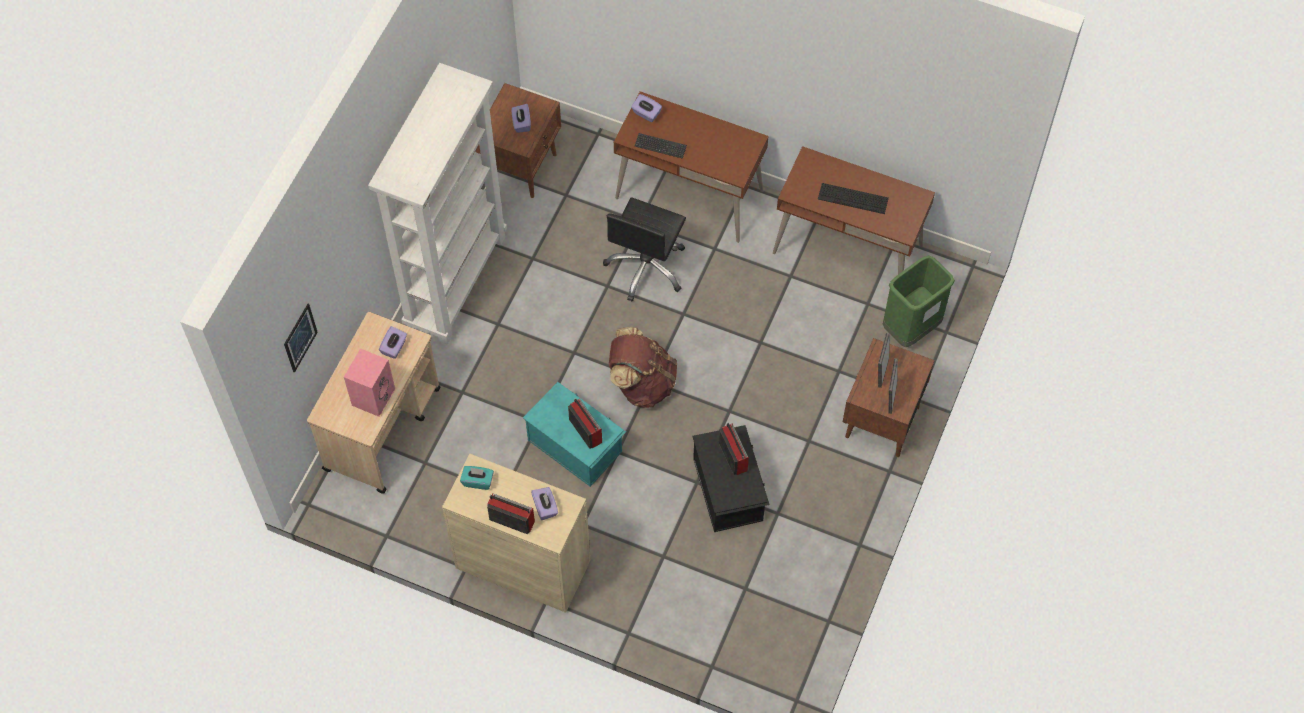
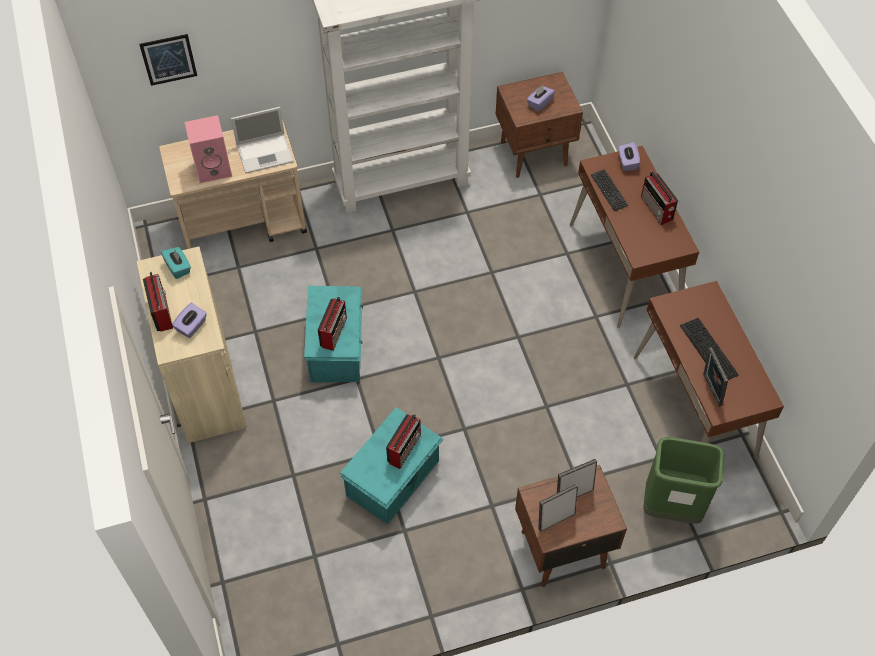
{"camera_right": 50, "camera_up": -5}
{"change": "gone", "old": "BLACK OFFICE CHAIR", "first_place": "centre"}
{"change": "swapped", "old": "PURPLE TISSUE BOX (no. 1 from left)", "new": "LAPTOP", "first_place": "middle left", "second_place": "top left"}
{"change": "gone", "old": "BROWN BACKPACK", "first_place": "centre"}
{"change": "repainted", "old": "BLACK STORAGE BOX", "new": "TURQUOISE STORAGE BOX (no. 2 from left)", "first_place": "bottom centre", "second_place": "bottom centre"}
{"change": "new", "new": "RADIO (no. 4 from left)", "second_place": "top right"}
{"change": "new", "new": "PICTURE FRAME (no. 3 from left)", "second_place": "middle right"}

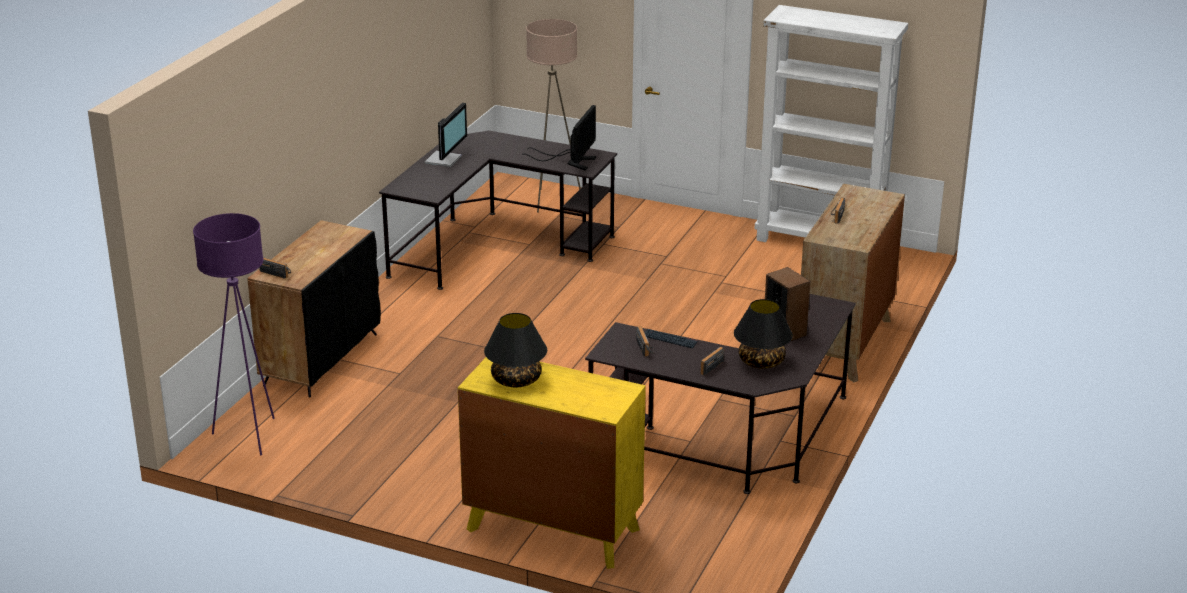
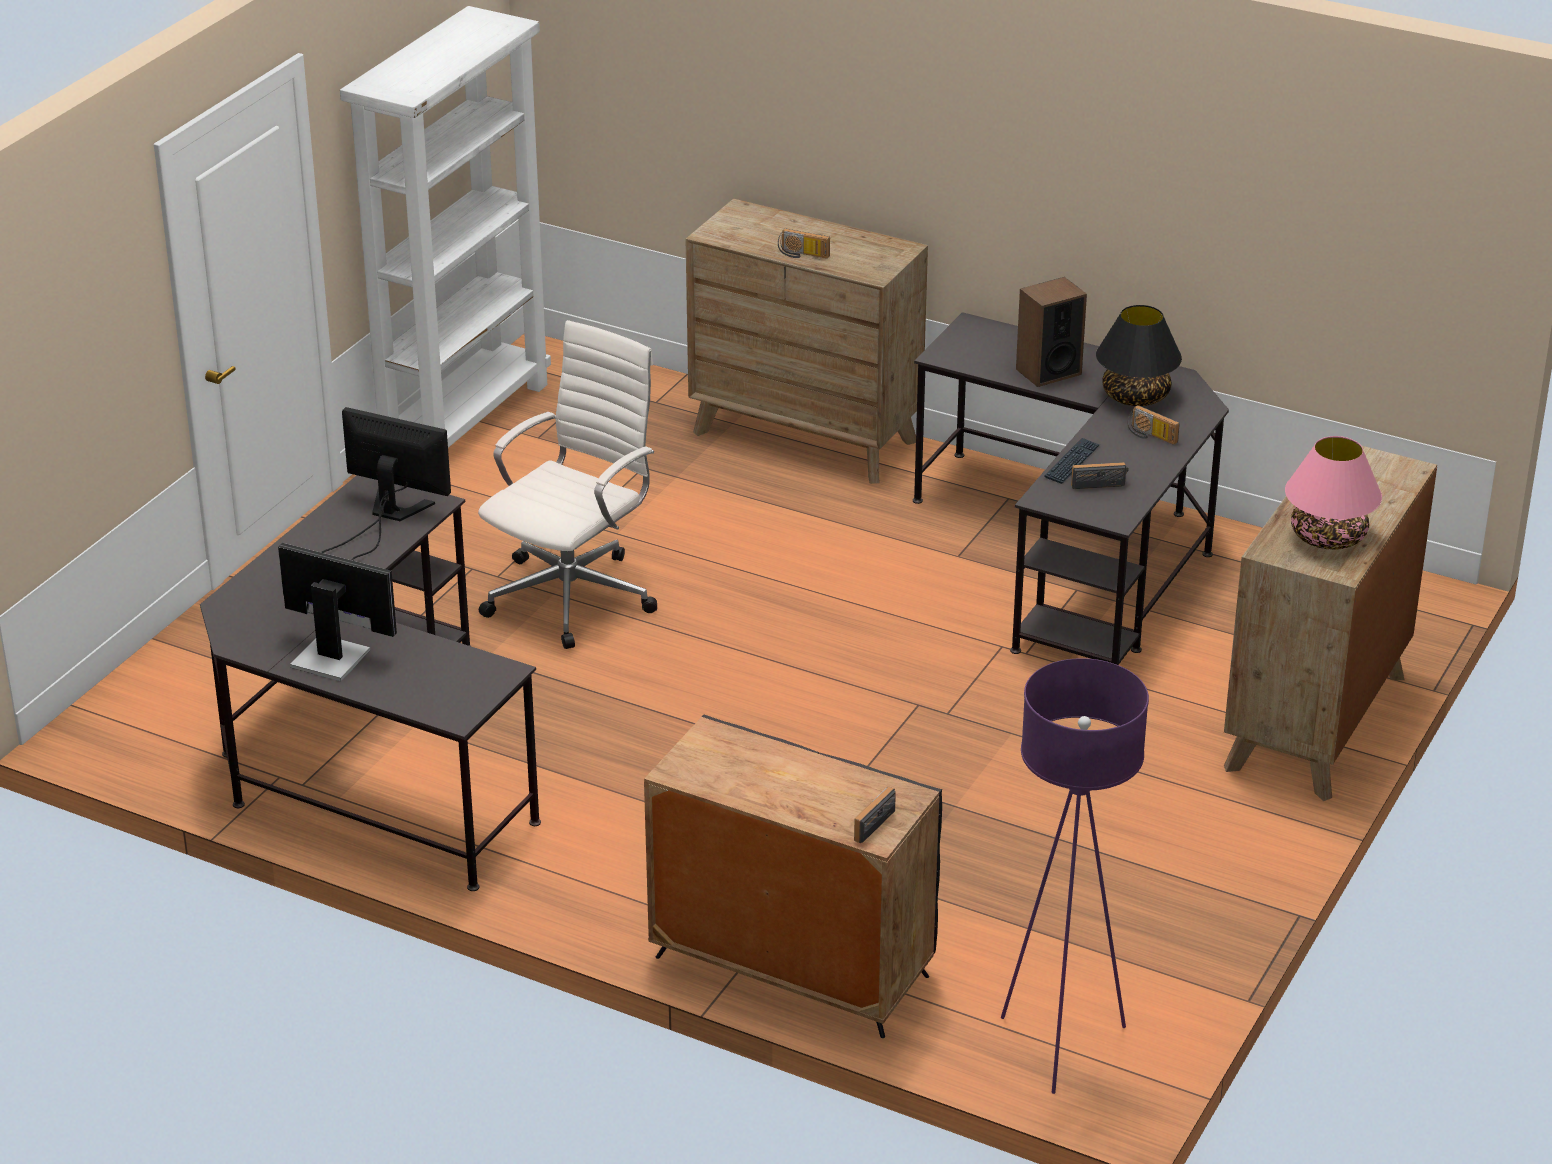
{"camera_right": -85, "camera_up": 5}
{"change": "gone", "old": "BEIGE FLOOR LAMP", "first_place": "top centre"}
{"change": "repainted", "old": "BLACK TABLE LAMP (no. 1 from left)", "new": "PINK TABLE LAMP", "first_place": "centre", "second_place": "middle right"}
{"change": "repainted", "old": "YELLOW DRESSER", "new": "BROWN DRESSER (no. 2 from left)", "first_place": "bottom centre", "second_place": "middle right"}
{"change": "new", "new": "WHITE OFFICE CHAIR", "second_place": "centre"}

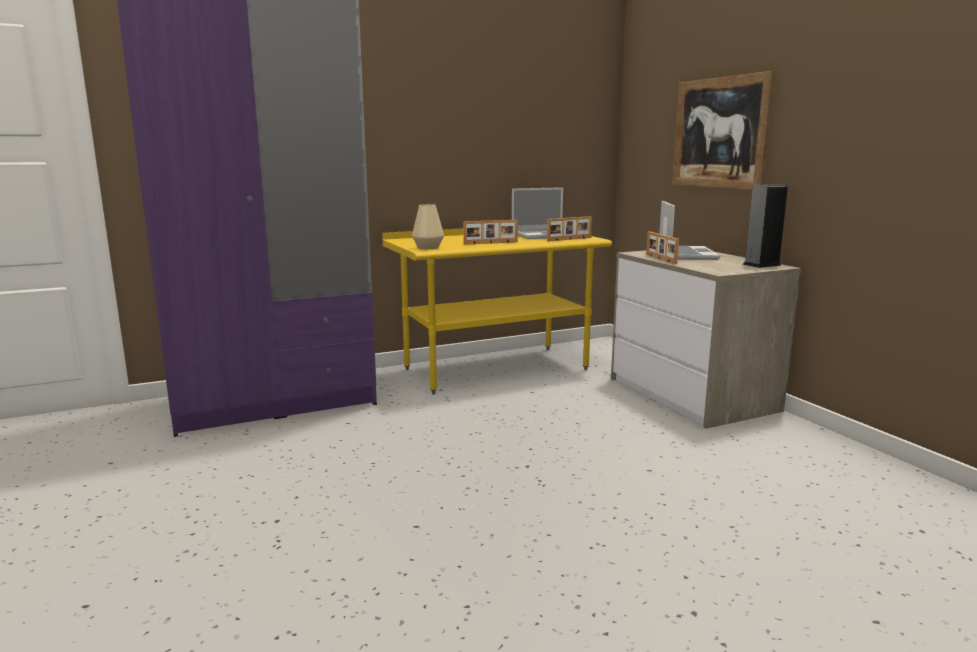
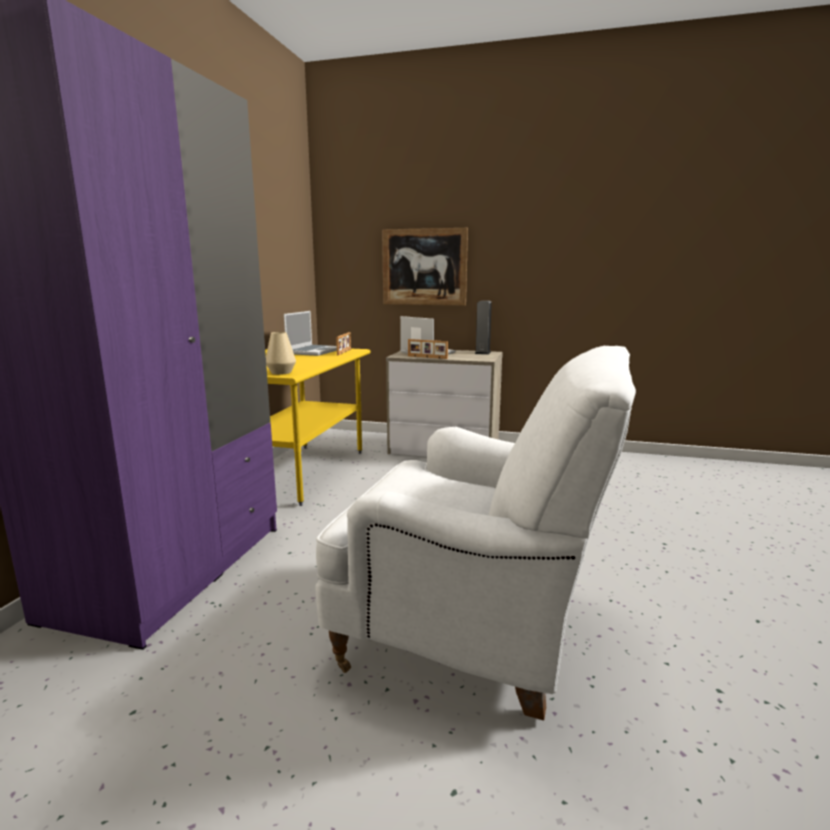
{"camera_right": -50, "camera_up": 0}
{"change": "gone", "old": "PICTURE FRAME (no. 1 from left)", "first_place": "centre"}
{"change": "new", "new": "WHITE ARMCHAIR", "second_place": "centre"}

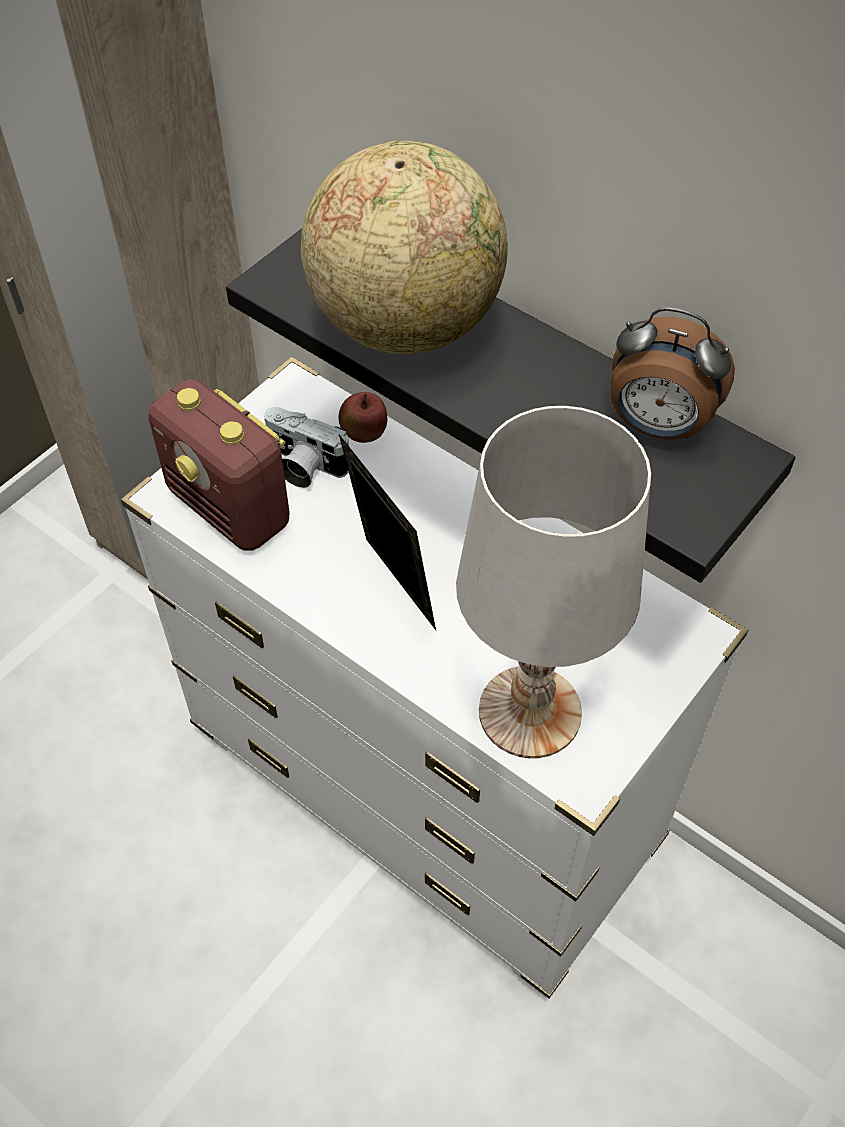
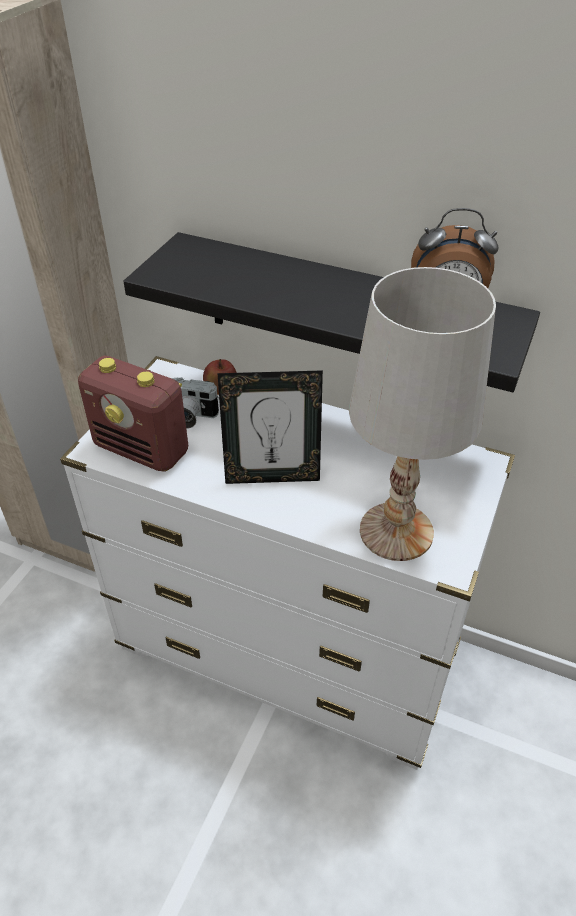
{"camera_right": -15, "camera_up": -10}
{"change": "gone", "old": "GLOBE", "first_place": "top centre"}
{"change": "rotated", "old": "PICTURE FRAME", "first_place": "centre", "second_place": "centre", "degrees": 135}

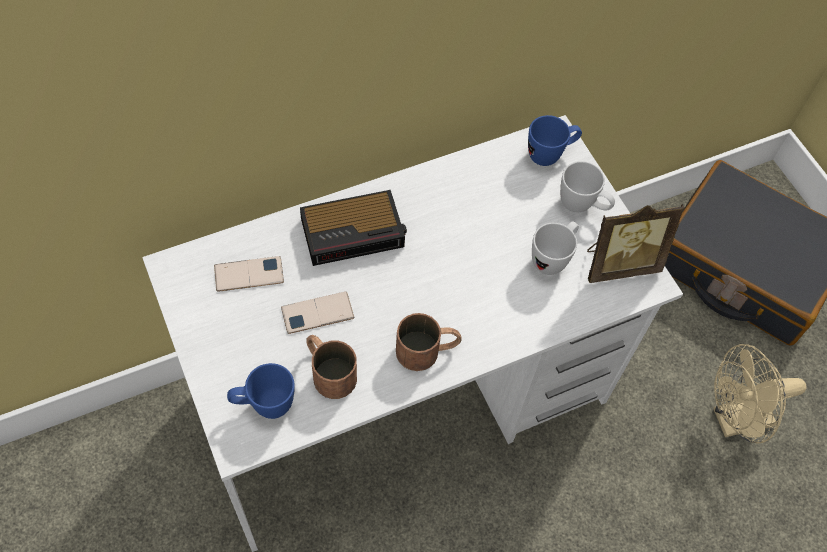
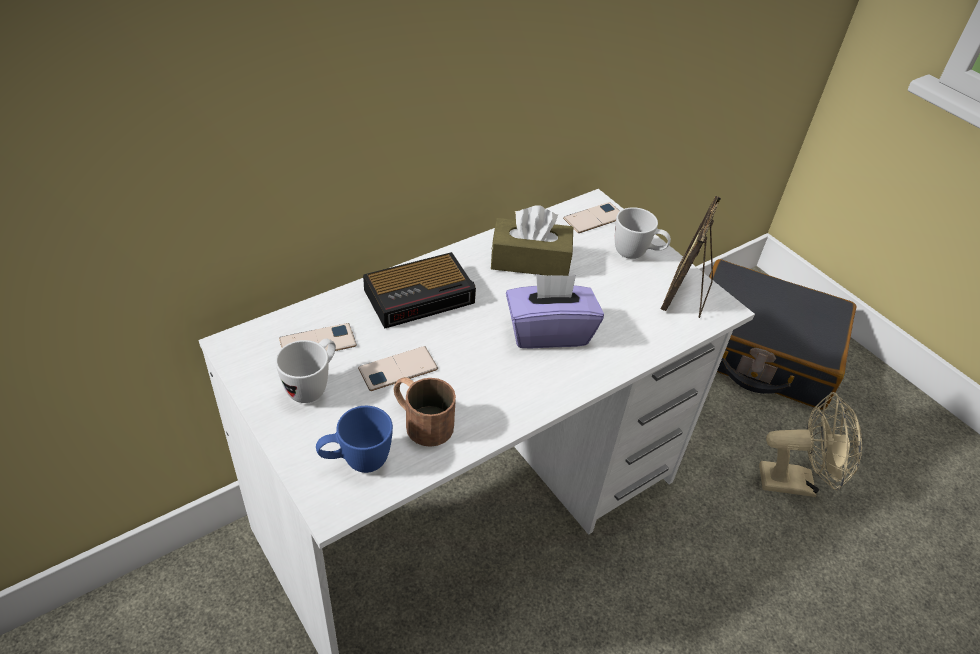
{"camera_right": -10, "camera_up": -15}
{"change": "swapped", "old": "BLUE MUG (no. 2 from left)", "new": "PHONE (no. 3 from left)", "first_place": "top right", "second_place": "top centre"}
{"change": "rotated", "old": "PICTURE FRAME", "first_place": "middle right", "second_place": "middle right", "degrees": 135}
{"change": "shifted", "old": "WHITE MUG (no. 1 from left)", "first_place": "middle right", "second_place": "middle left"}
{"change": "gone", "old": "BROWN MUG (no. 2 from left)", "first_place": "centre"}
{"change": "rotated", "old": "BEIGE FAN", "first_place": "bottom right", "second_place": "bottom right", "degrees": -150}
{"change": "new", "new": "BROWN TISSUE BOX", "second_place": "centre"}
{"change": "new", "new": "PURPLE TISSUE BOX", "second_place": "centre"}

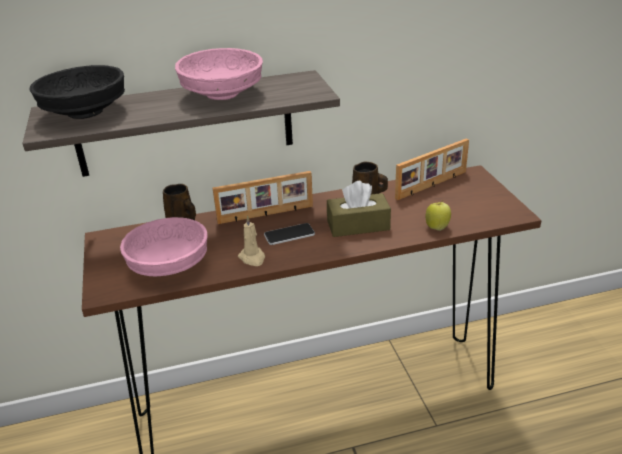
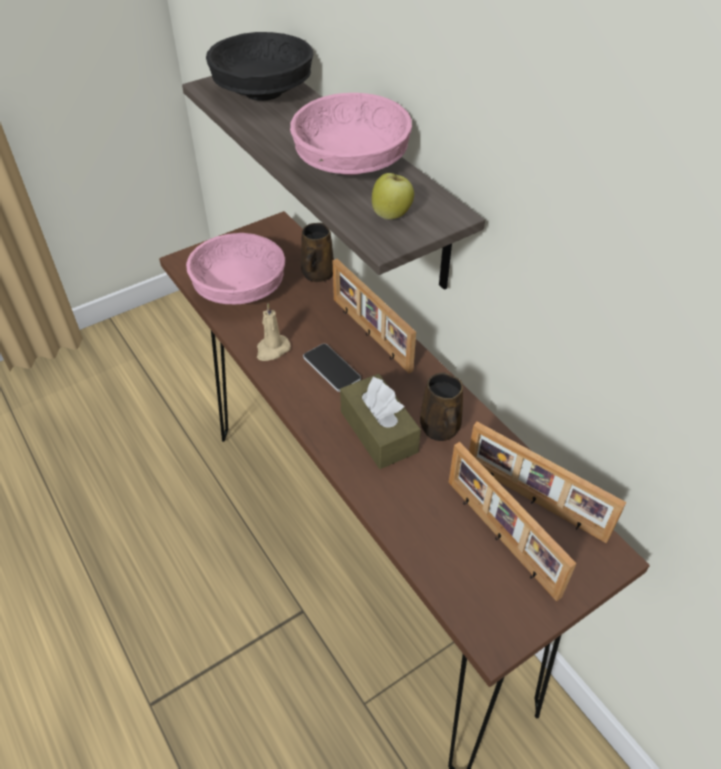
{"camera_right": 70, "camera_up": 15}
{"change": "shifted", "old": "APPLE", "first_place": "middle right", "second_place": "top centre"}
{"change": "new", "new": "PICTURE FRAME (no. 2 from left)", "second_place": "bottom right"}

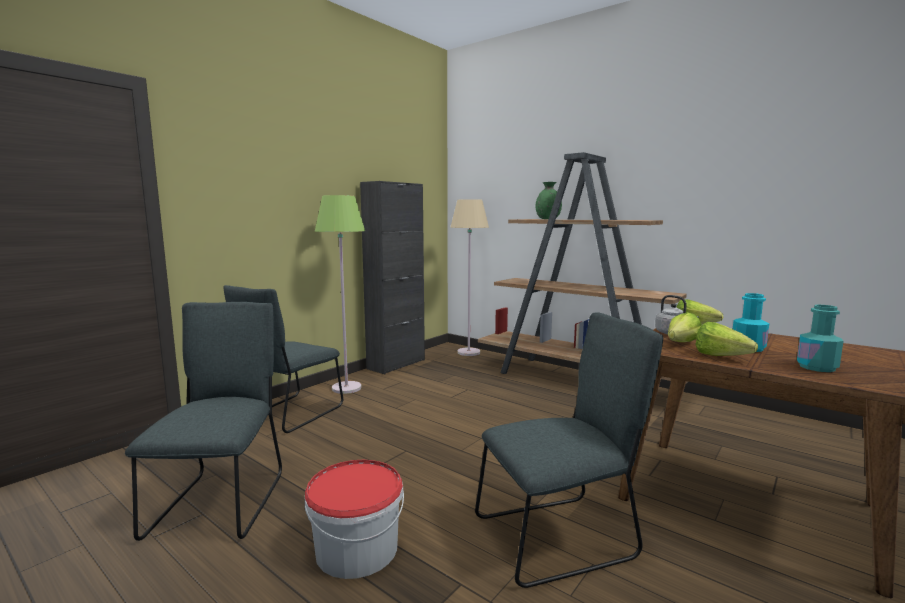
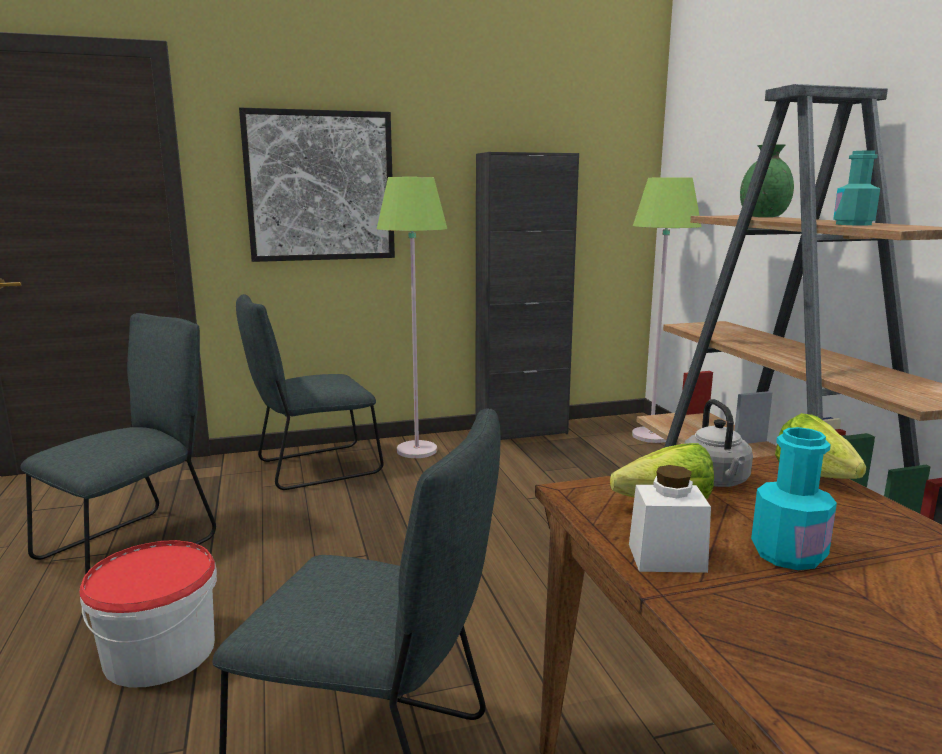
{"camera_right": 35, "camera_up": 5}
{"change": "repainted", "old": "BEIGE FLOOR LAMP", "new": "GREEN FLOOR LAMP (no. 2 from left)", "first_place": "centre", "second_place": "middle right"}
{"change": "shifted", "old": "TURQUOISE BOTTLE (no. 2 from left)", "first_place": "middle right", "second_place": "top right"}
{"change": "swapped", "old": "LETTUCE (no. 3 from left)", "new": "WHITE JAR", "first_place": "middle right", "second_place": "bottom right"}
{"change": "new", "new": "PICTURE", "second_place": "top centre"}

